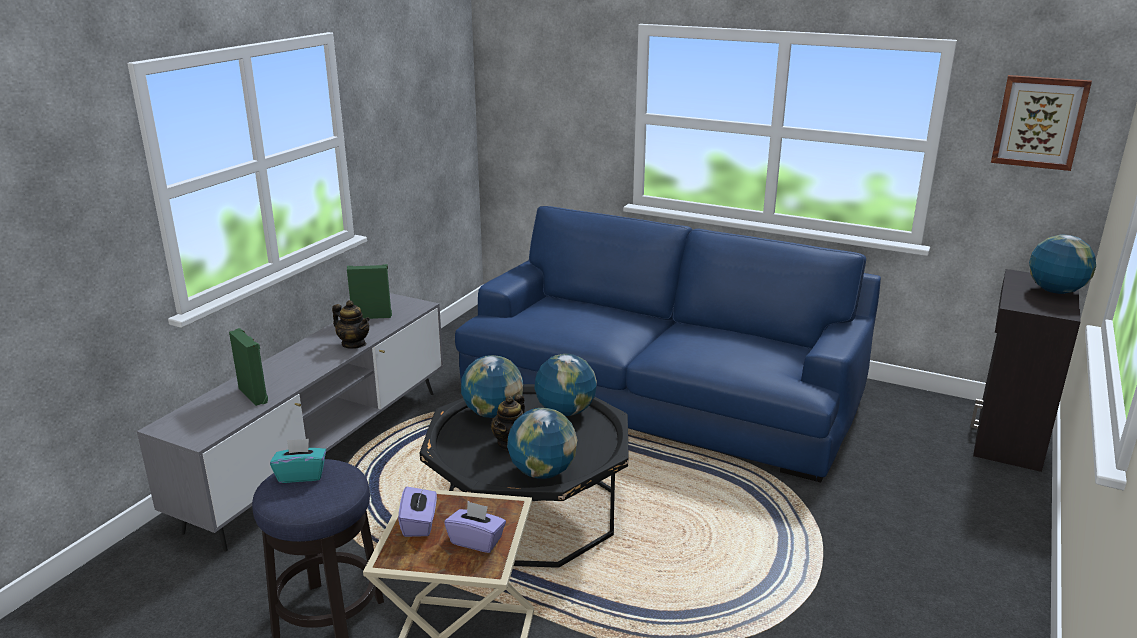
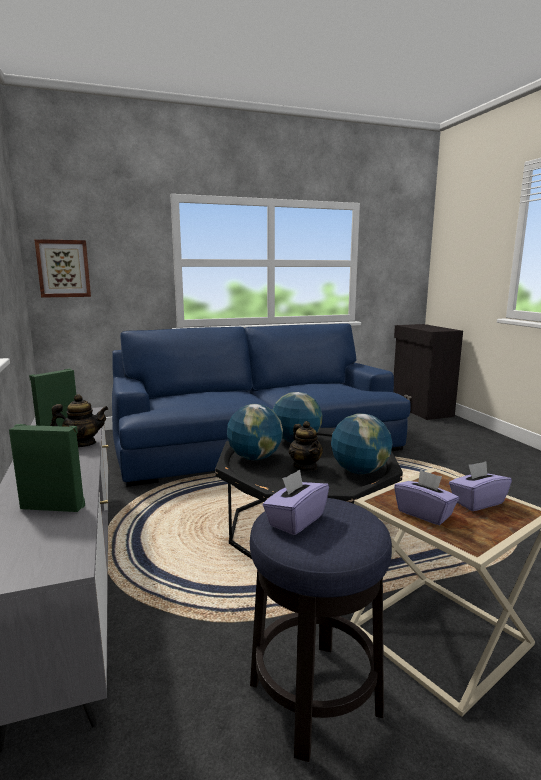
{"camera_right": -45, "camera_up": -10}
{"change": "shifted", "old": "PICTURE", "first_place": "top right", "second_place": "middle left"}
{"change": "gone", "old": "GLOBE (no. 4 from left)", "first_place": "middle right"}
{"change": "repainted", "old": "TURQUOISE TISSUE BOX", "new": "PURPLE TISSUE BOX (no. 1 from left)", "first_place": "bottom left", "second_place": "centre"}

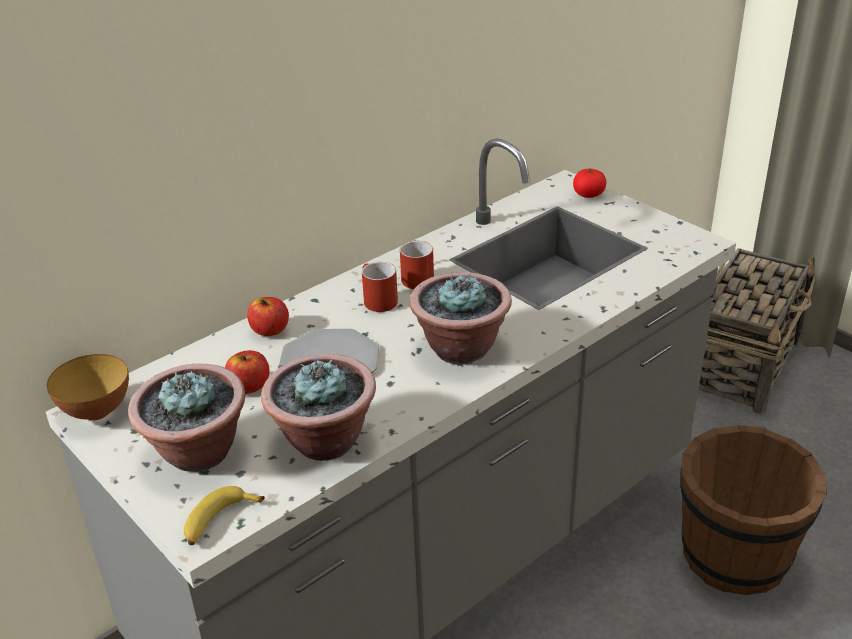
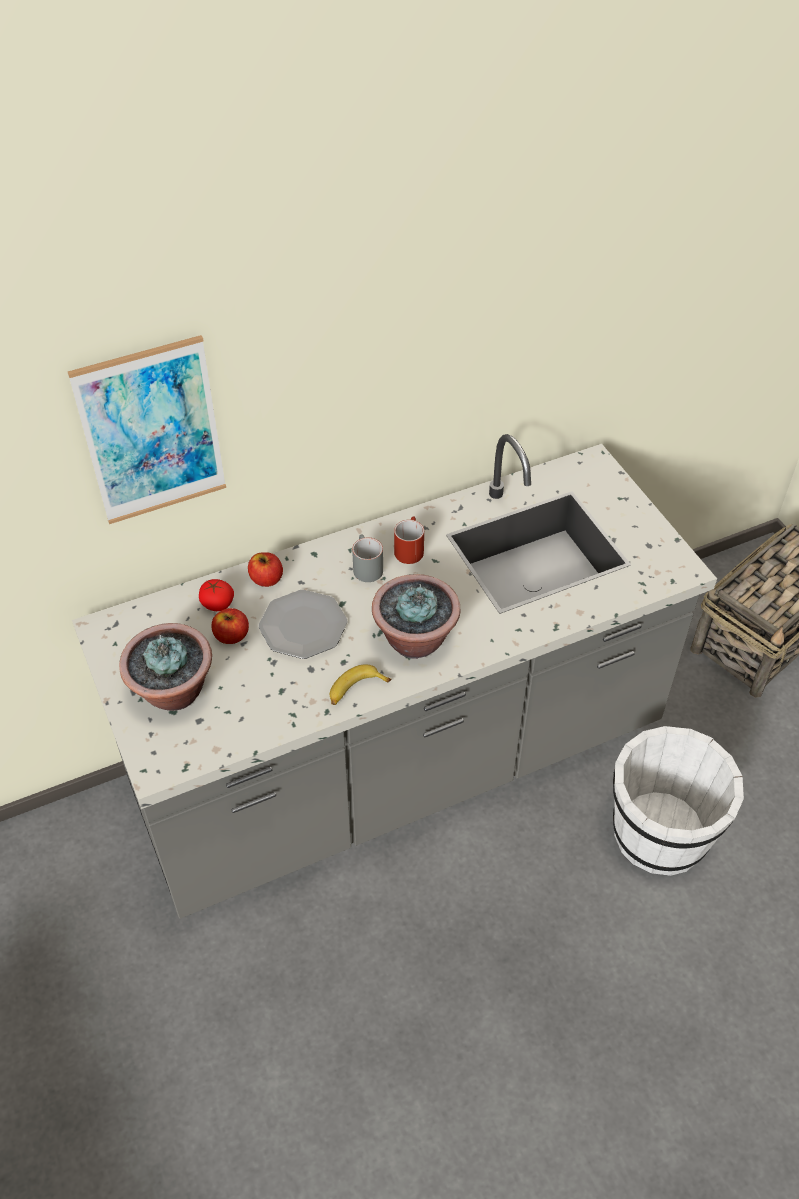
{"camera_right": 15, "camera_up": 15}
{"change": "shifted", "old": "TOMATO", "first_place": "top right", "second_place": "middle left"}
{"change": "repainted", "old": "RED MUG (no. 1 from left)", "new": "GREY MUG", "first_place": "centre", "second_place": "centre"}
{"change": "gone", "old": "BOWL", "first_place": "middle left"}
{"change": "gone", "old": "POTTED PLANT (no. 2 from left)", "first_place": "centre"}
{"change": "repainted", "old": "BROWN BUCKET", "new": "WHITE BUCKET", "first_place": "bottom right", "second_place": "bottom right"}
{"change": "shifted", "old": "BANANA", "first_place": "bottom left", "second_place": "centre"}
{"change": "new", "new": "PICTURE", "second_place": "middle left"}

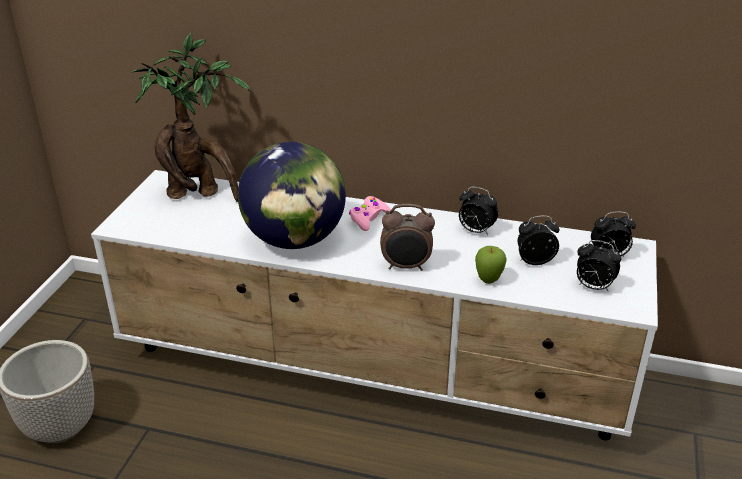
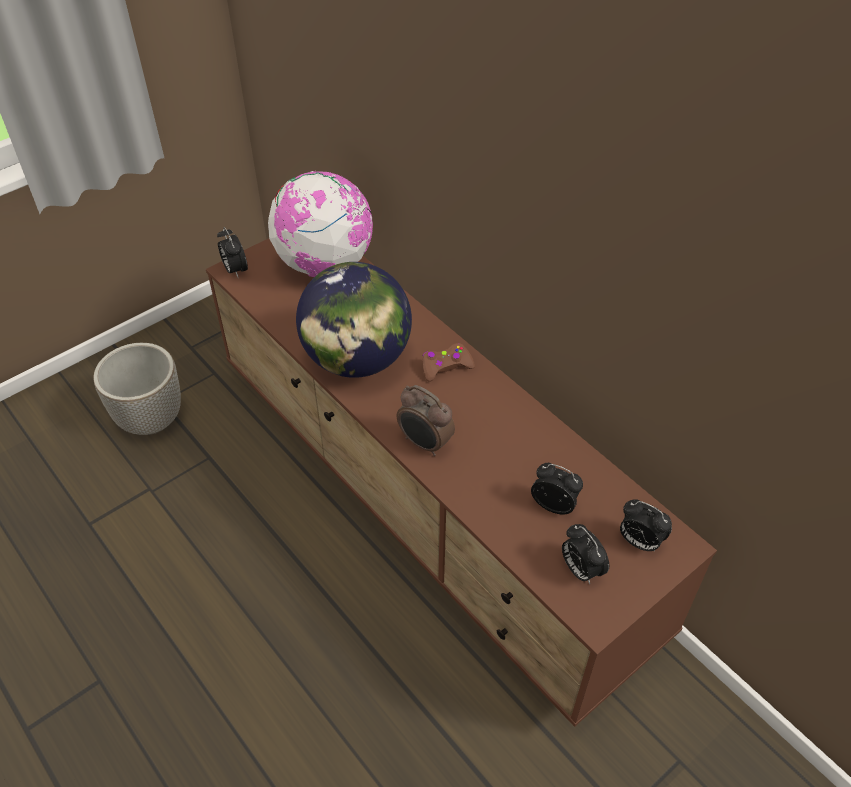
{"camera_right": 35, "camera_up": 15}
{"change": "swapped", "old": "POTTED PLANT", "new": "GLOBE (no. 1 from left)", "first_place": "top left", "second_place": "top centre"}
{"change": "repainted", "old": "WHITE TV STAND", "new": "BROWN TV STAND", "first_place": "centre", "second_place": "centre"}
{"change": "shifted", "old": "ALARM CLOCK (no. 2 from left in the first image)", "new": "ALARM CLOCK (no. 1 from left)", "first_place": "centre", "second_place": "top left"}
{"change": "repainted", "old": "PINK GAME CONTROLLER", "new": "BROWN GAME CONTROLLER", "first_place": "centre", "second_place": "centre"}
{"change": "gone", "old": "APPLE", "first_place": "centre"}

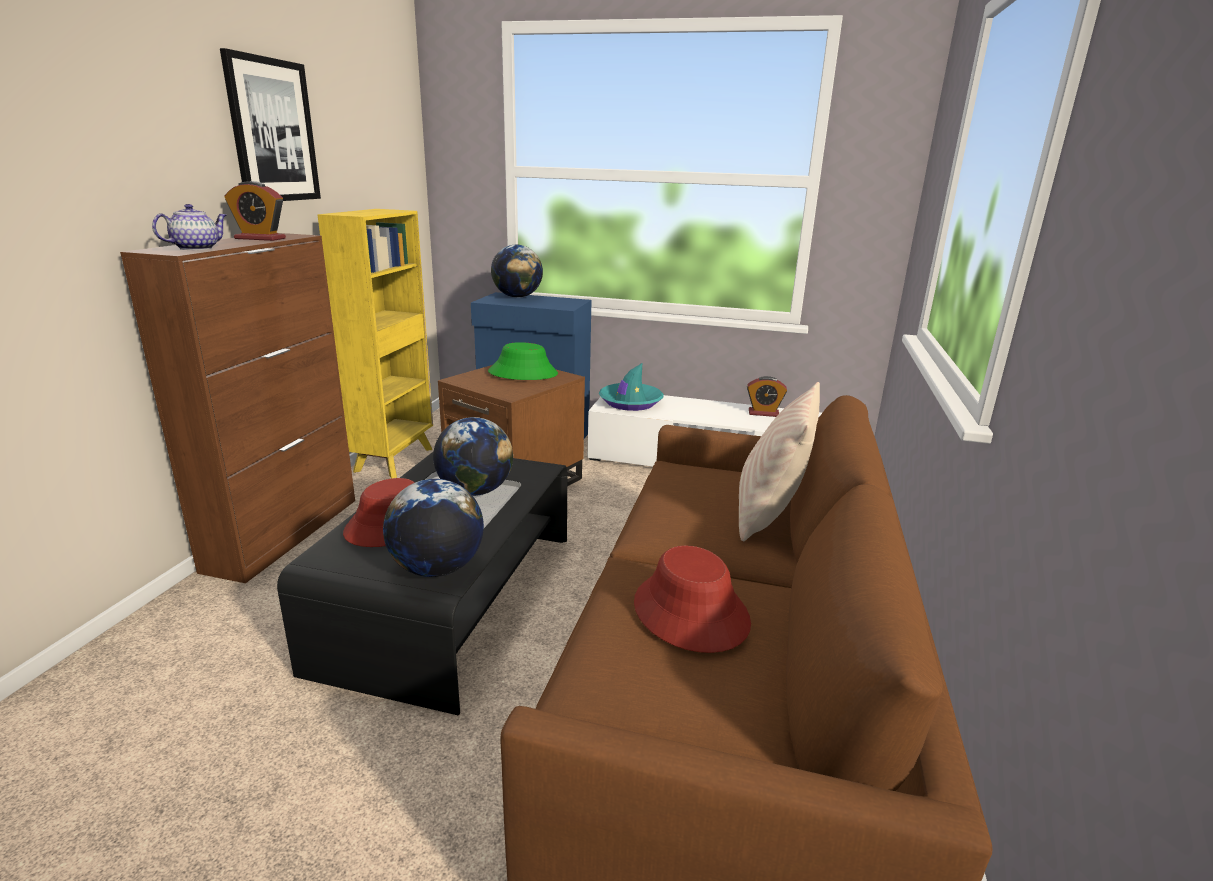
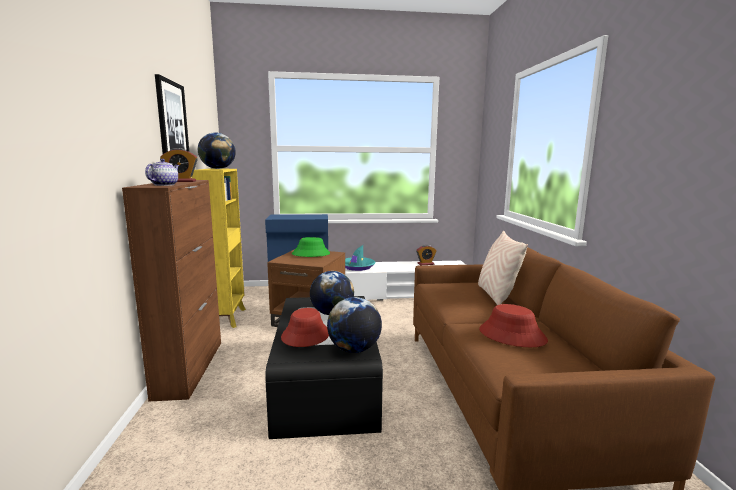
{"camera_right": -20, "camera_up": -10}
{"change": "shifted", "old": "GLOBE (no. 3 from left in the first image)", "new": "GLOBE (no. 1 from left)", "first_place": "top centre", "second_place": "top left"}

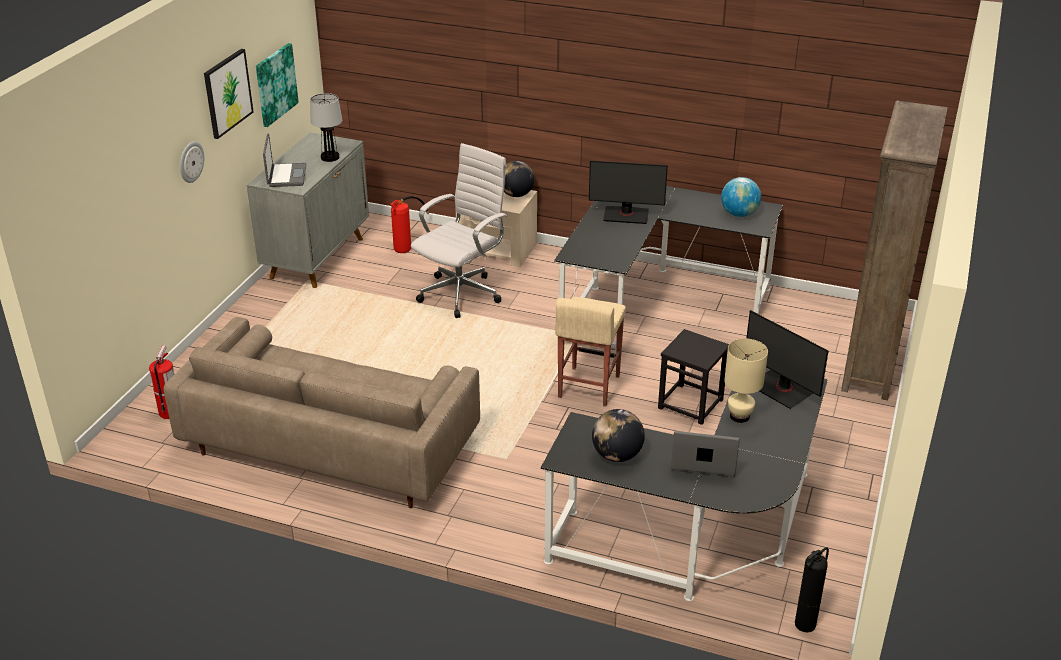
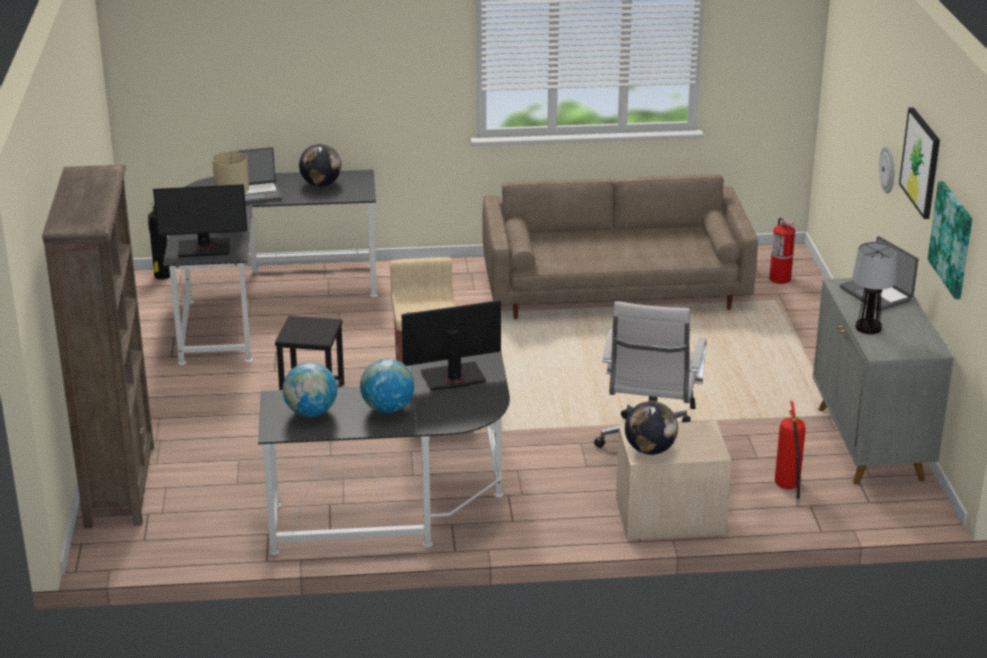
{"camera_right": 155, "camera_up": -5}
{"change": "rotated", "old": "MONITOR (no. 2 from left in the first image)", "first_place": "middle right", "second_place": "middle left", "degrees": 150}
{"change": "new", "new": "GLOBE (no. 3 from left)", "second_place": "centre"}

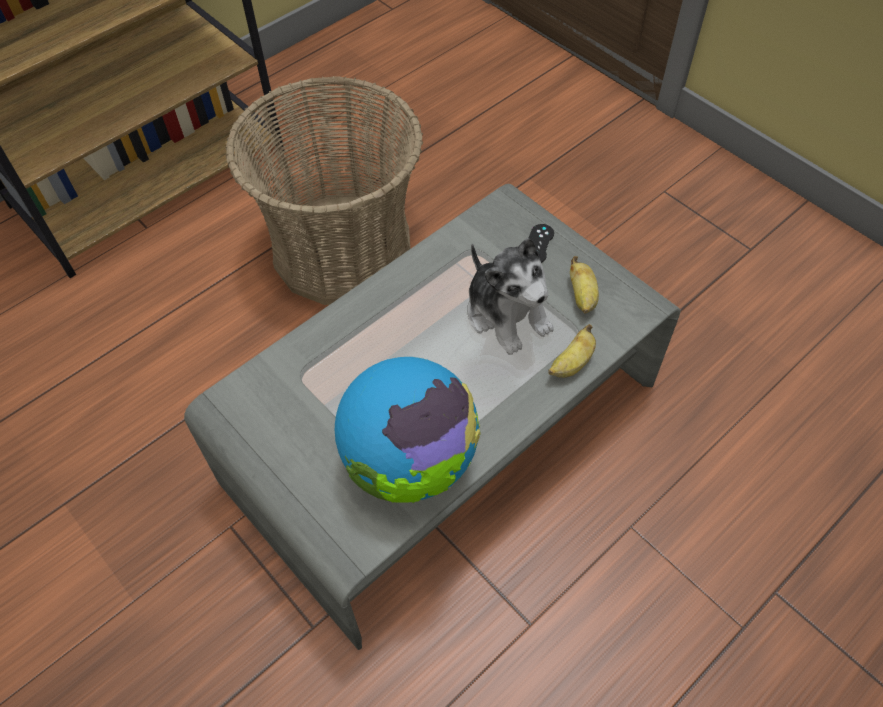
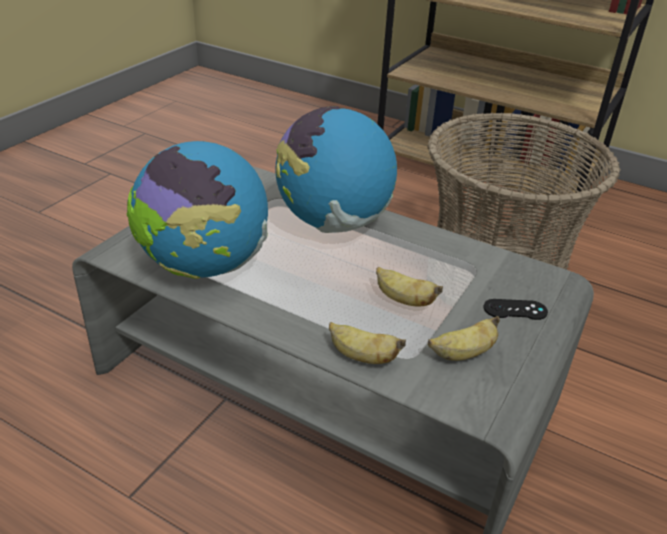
{"camera_right": 70, "camera_up": -20}
{"change": "swapped", "old": "PLUSH TOY", "new": "BANANA (no. 2 from left)", "first_place": "centre", "second_place": "centre"}
{"change": "new", "new": "GLOBE (no. 2 from left)", "second_place": "top centre"}

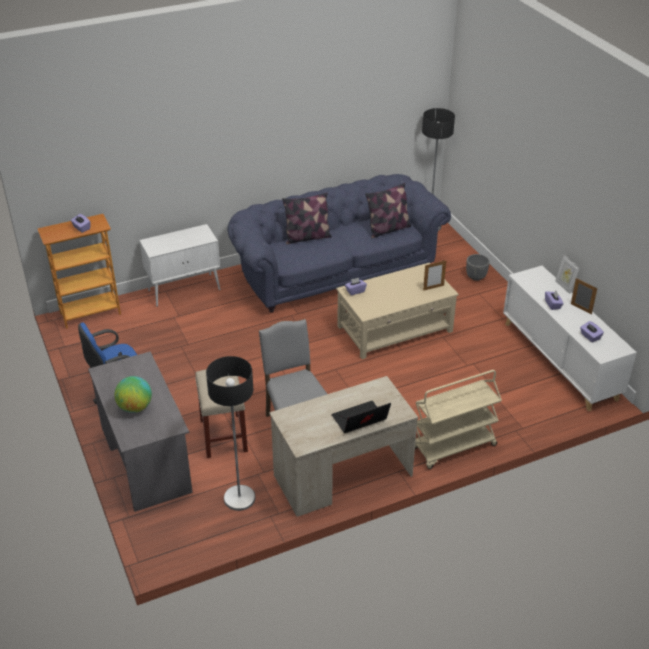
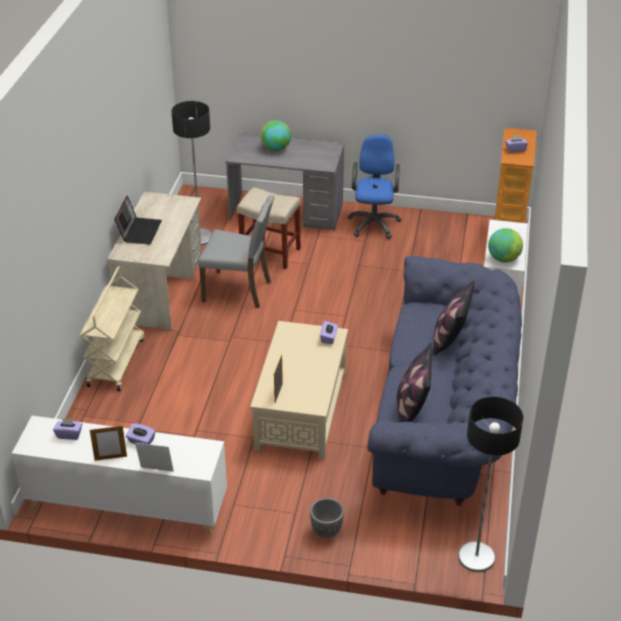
{"camera_right": 125, "camera_up": 0}
{"change": "new", "new": "GLOBE (no. 2 from left)", "second_place": "middle right"}

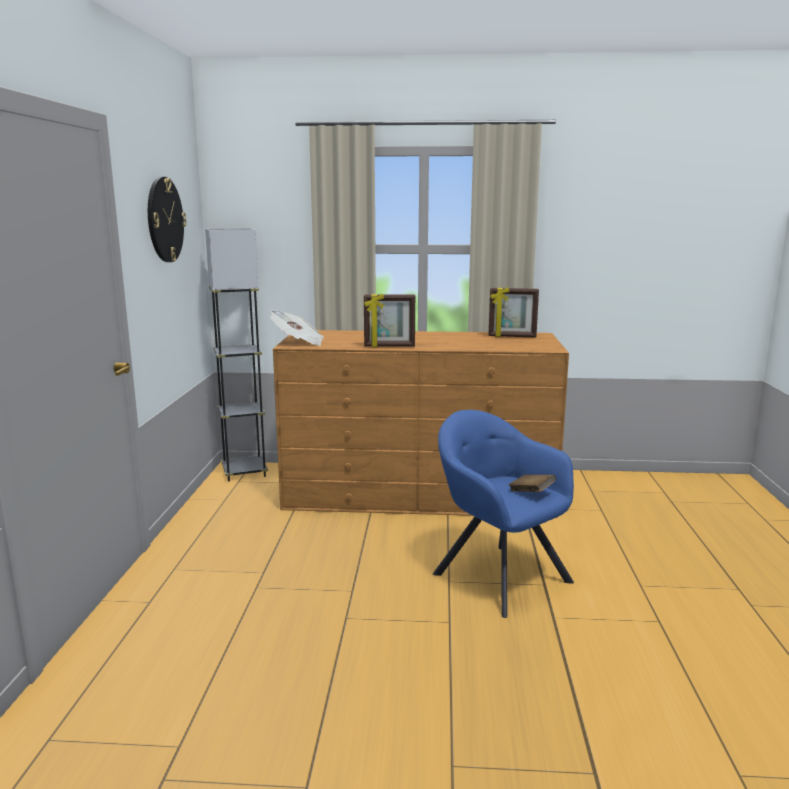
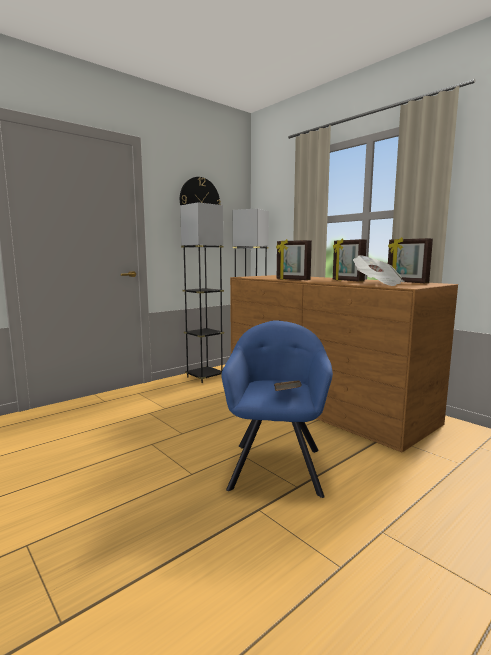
{"camera_right": 45, "camera_up": -5}
{"change": "shifted", "old": "NEWSPAPER", "first_place": "centre", "second_place": "middle right"}
{"change": "new", "new": "GREY FLOOR LAMP (no. 1 from left)", "second_place": "centre"}
{"change": "new", "new": "PICTURE FRAME (no. 2 from left)", "second_place": "middle right"}

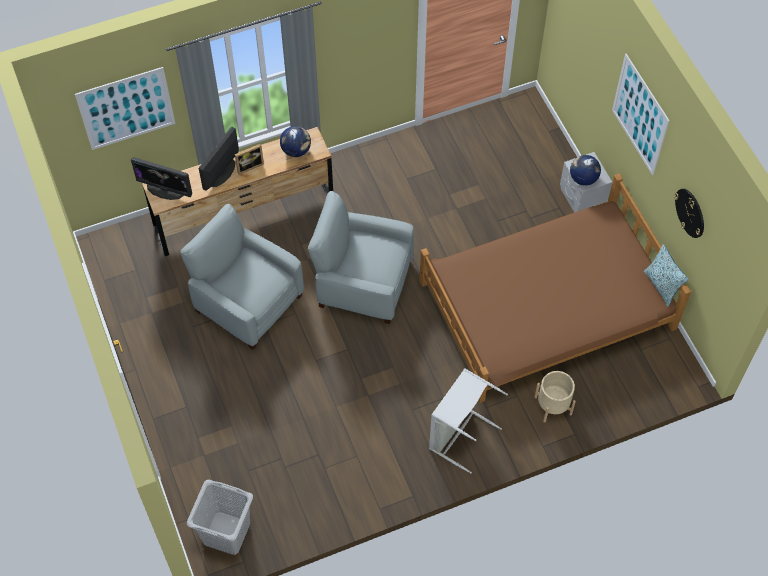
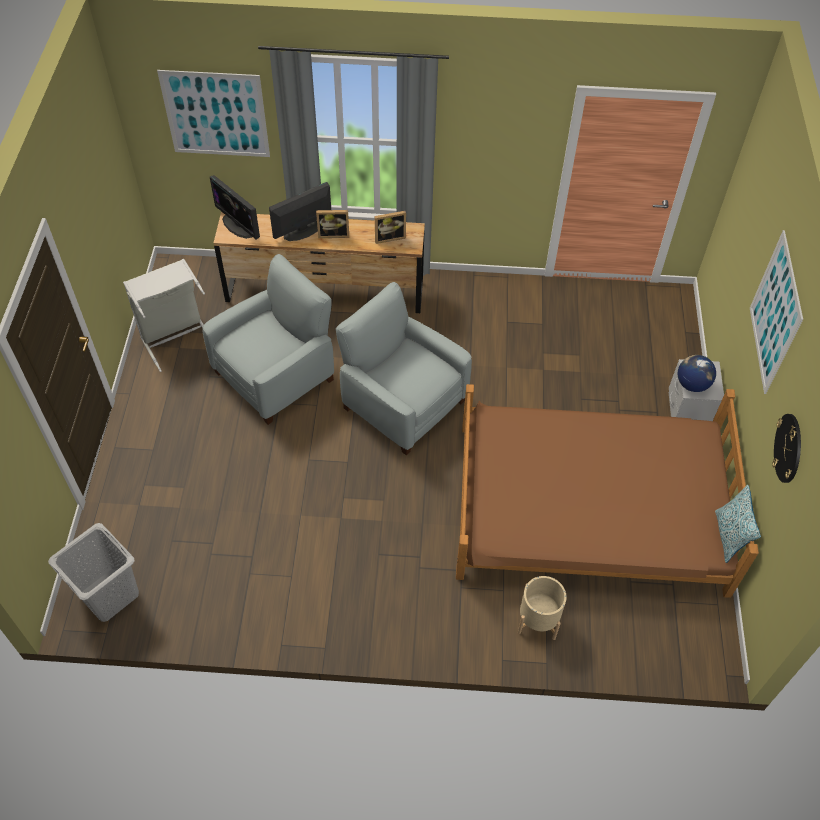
{"camera_right": 25, "camera_up": -5}
{"change": "swapped", "old": "GLOBE (no. 1 from left)", "new": "PICTURE FRAME (no. 2 from left)", "first_place": "top centre", "second_place": "top centre"}
{"change": "rotated", "old": "GREY ARMCHAIR (no. 1 from left)", "first_place": "middle left", "second_place": "middle left", "degrees": 75}
{"change": "shifted", "old": "GREY LAUNDRY BASKET (no. 2 from left)", "first_place": "bottom centre", "second_place": "middle left"}

